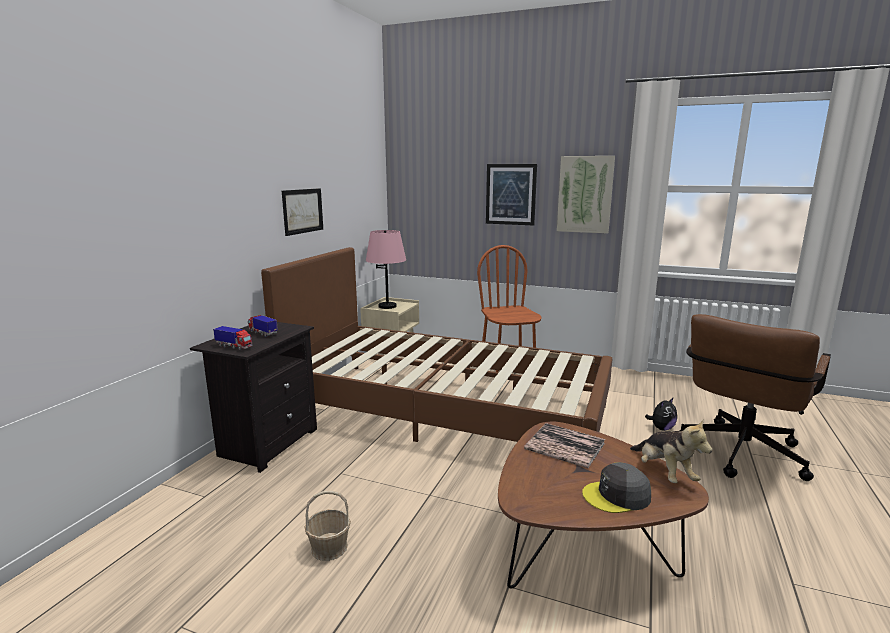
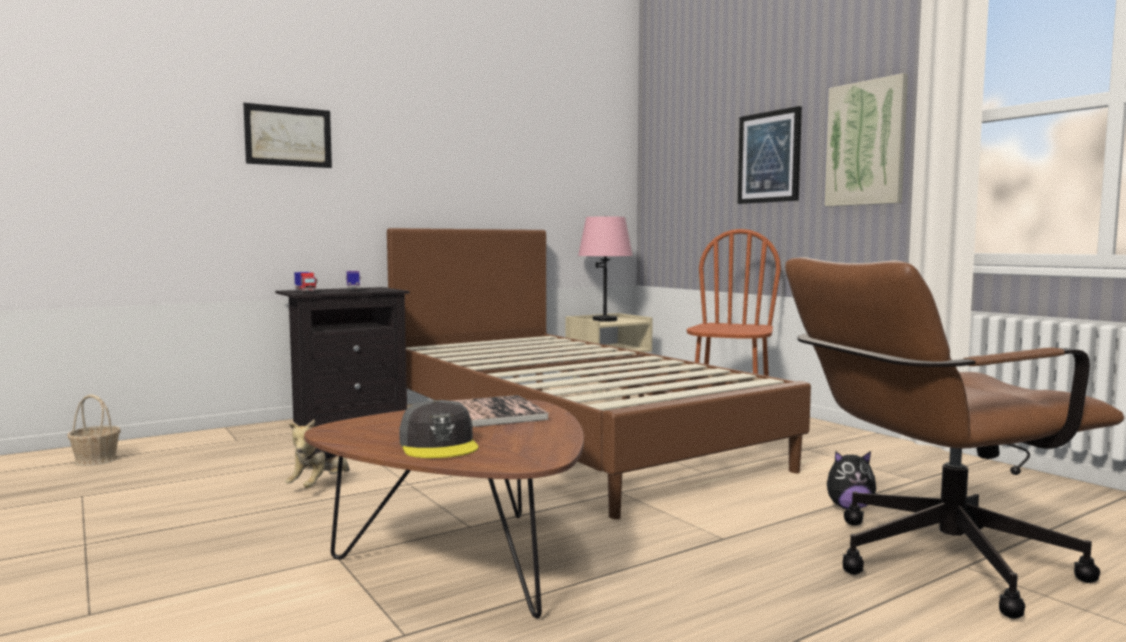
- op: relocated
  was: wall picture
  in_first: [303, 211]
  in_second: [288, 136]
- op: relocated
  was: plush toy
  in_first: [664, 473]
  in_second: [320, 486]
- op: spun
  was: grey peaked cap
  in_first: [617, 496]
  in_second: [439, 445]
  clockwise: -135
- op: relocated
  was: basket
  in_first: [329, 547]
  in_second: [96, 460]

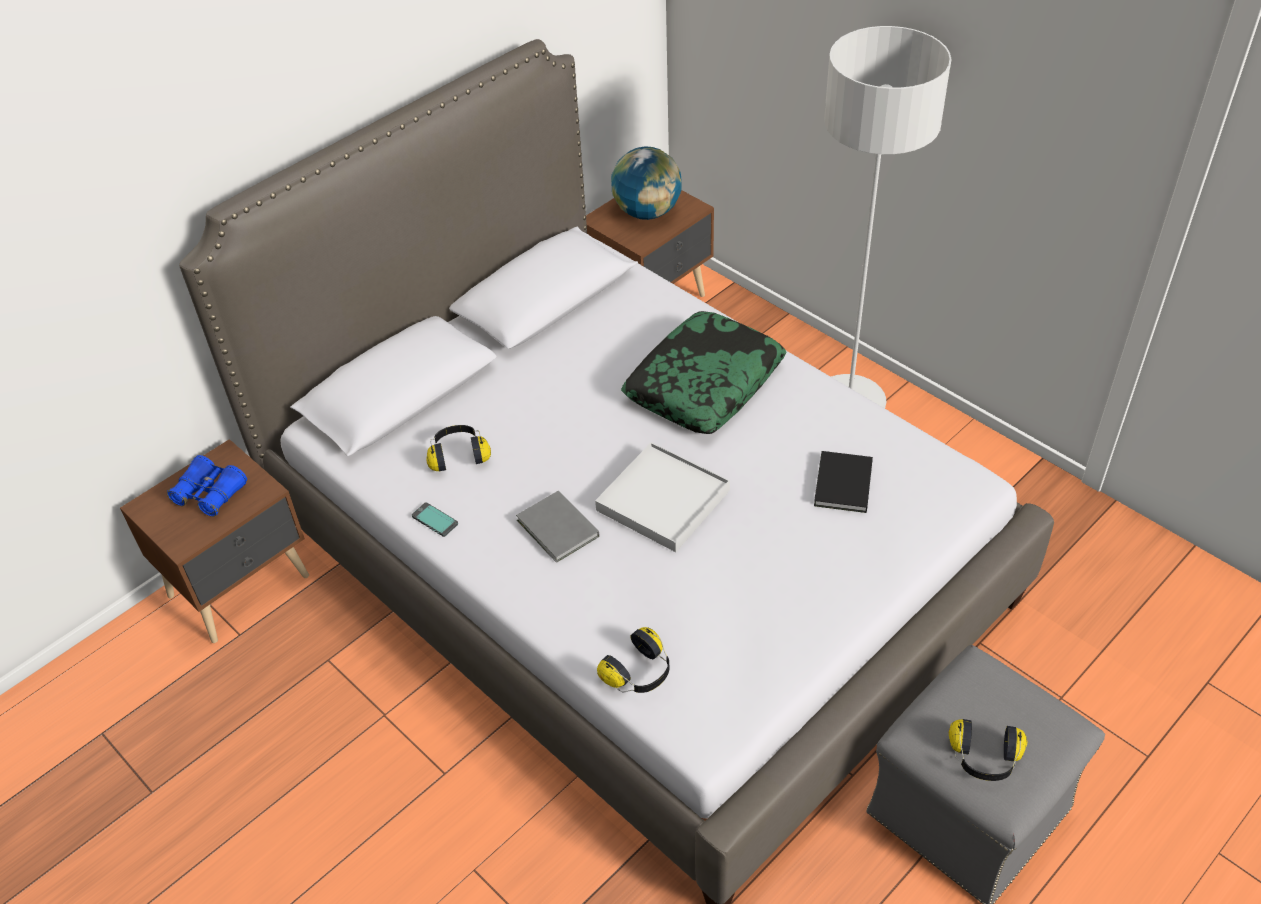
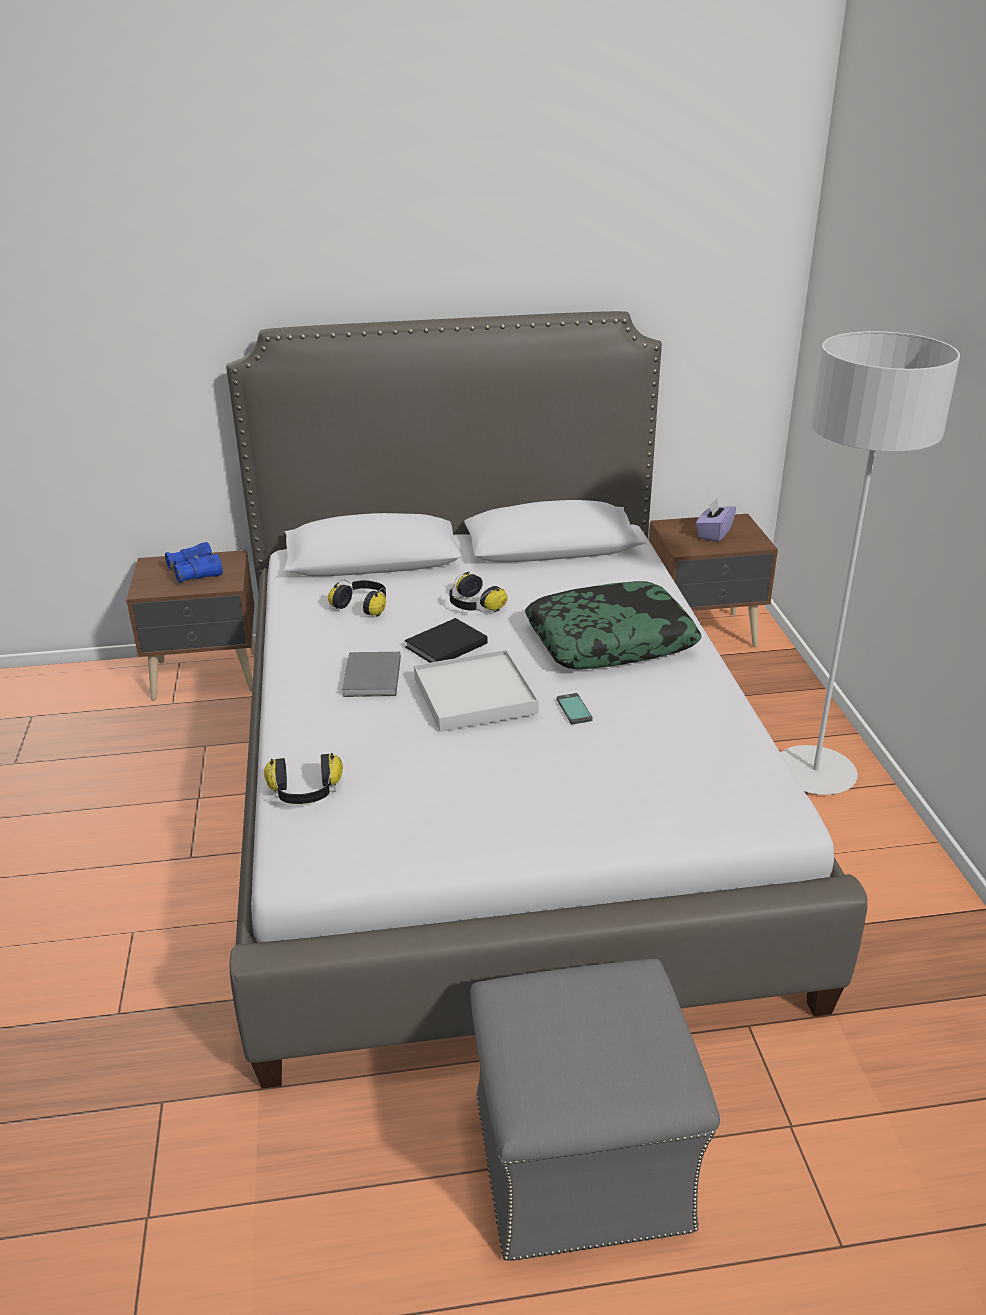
- op: exchanged
  was: desk globe
  now: purplish box of tissues
  in_first: [647, 212]
  in_second: [714, 533]
- op: relocated
  was: blackish book
  in_first: [841, 485]
  in_second: [444, 645]
- op: relocated
  was: telephone
  in_first: [434, 520]
  in_second: [573, 709]
- op: relocated
  was: pair of headphones
  in_first: [984, 759]
  in_second: [474, 606]

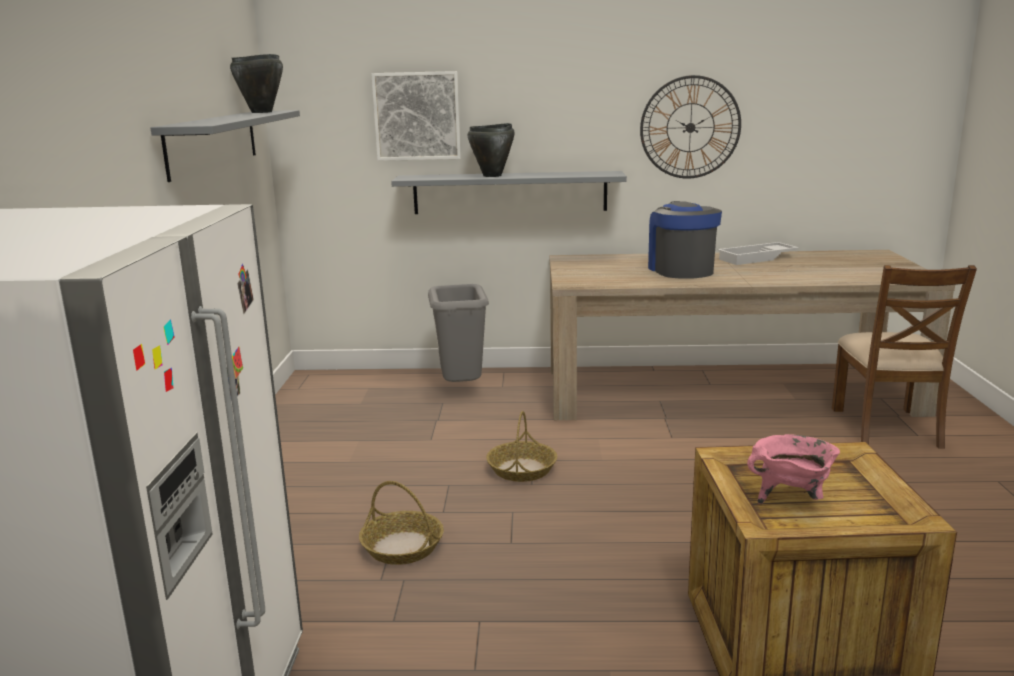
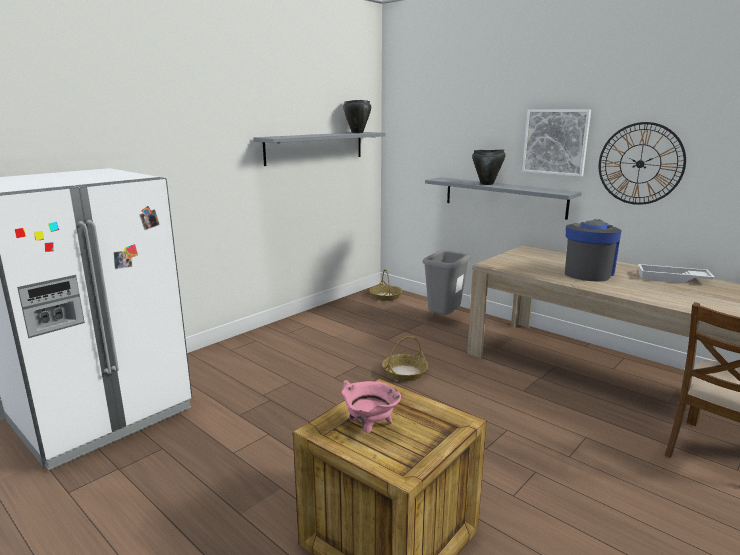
- op: relocated
  was: wall picture
  in_first: [417, 116]
  in_second: [555, 142]
- op: relocated
  was: basket
  in_first: [402, 547]
  in_second: [385, 296]

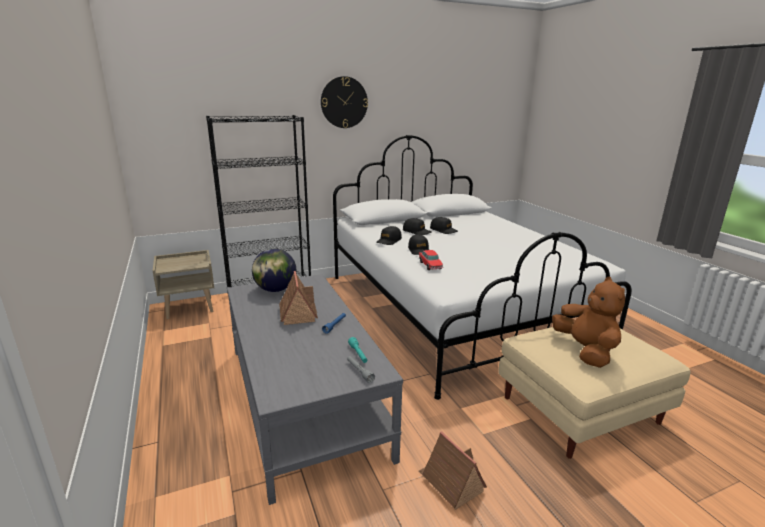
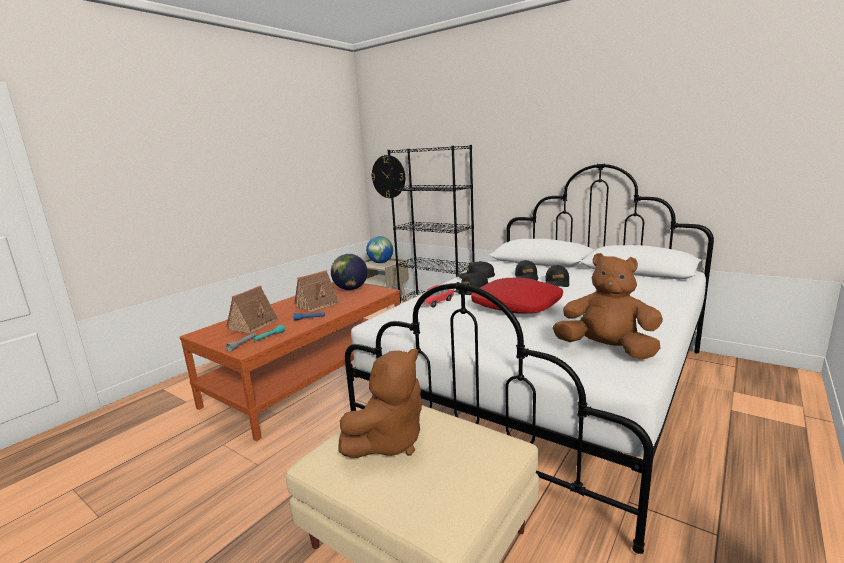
- op: relocated
  was: wall clock
  in_first: [344, 102]
  in_second: [388, 176]
- op: colour
  was: grey lounge table
  now: brown lounge table
  in_first: [304, 399]
  in_second: [310, 377]
- op: relocated
  was: model house
  in_first: [451, 482]
  in_second: [254, 324]
- op: appeared
  now: desk globe
  in_second: [381, 262]
- op: appeared
  now: brown plush toy
  in_second: [606, 350]
- op: appeared
  now: red cushion
  in_second: [517, 306]

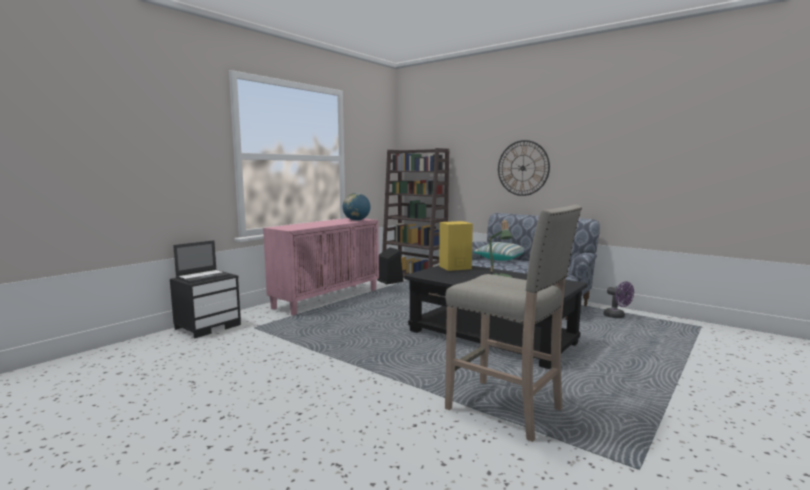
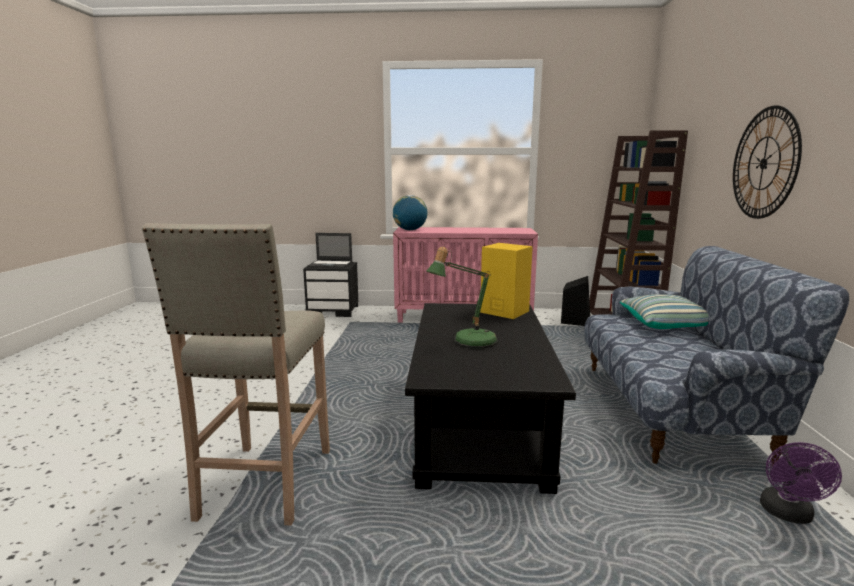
- op: relocated
  was: desk globe
  in_first: [356, 220]
  in_second: [410, 230]

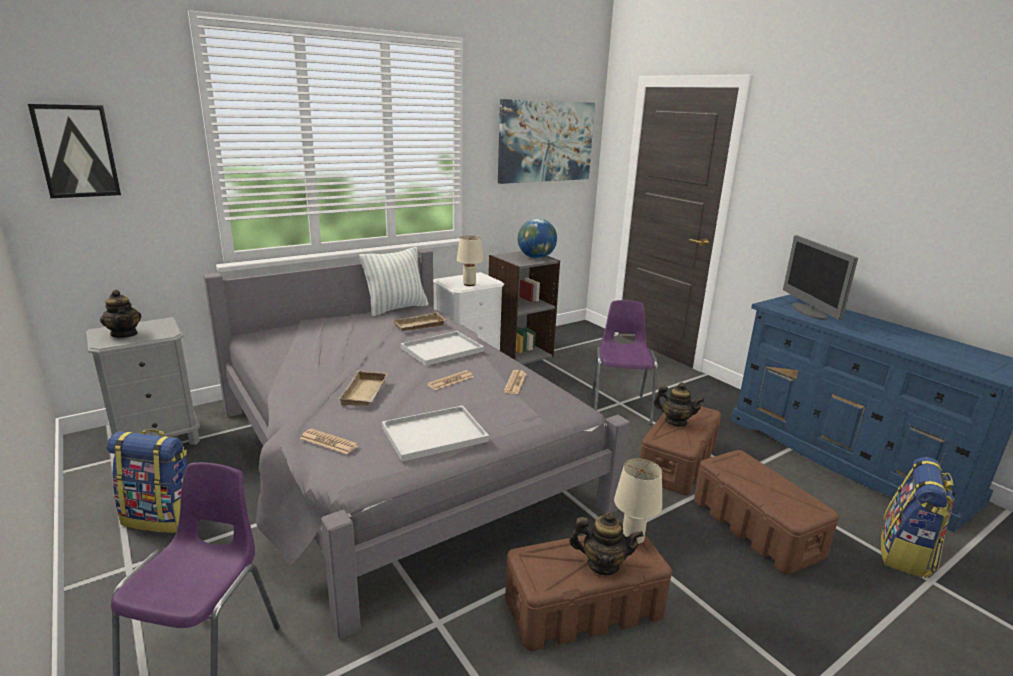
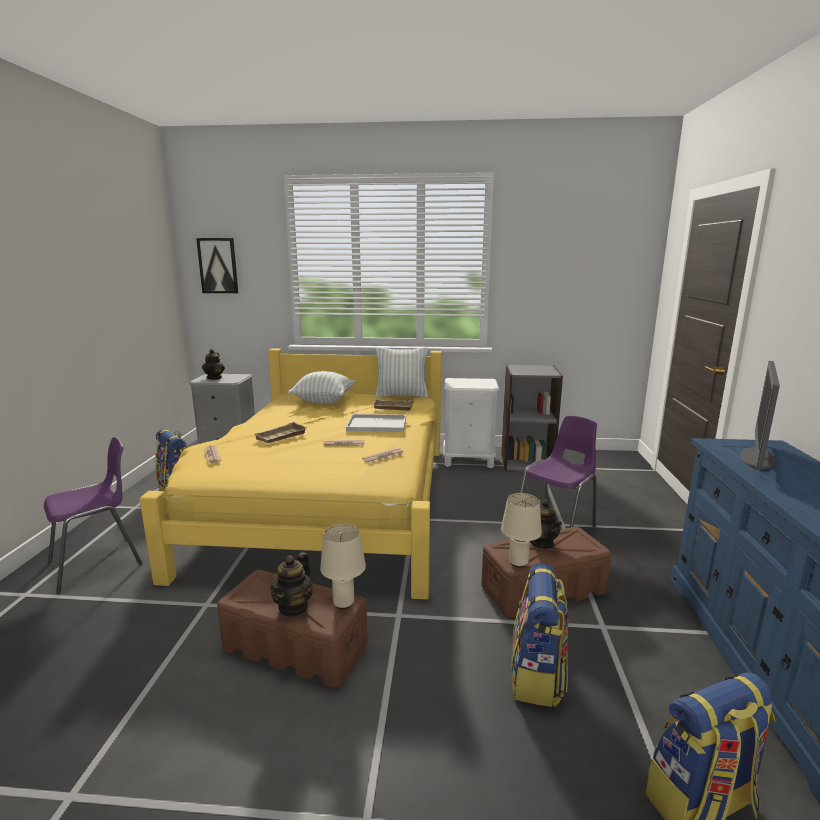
- op: missing
  was: wall picture
  in_first: [546, 141]
- op: missing
  was: desk globe
  in_first: [536, 257]
- op: relocated
  was: beige lamp for a table
  in_first: [469, 284]
  in_second: [519, 563]
- op: colour
  was: grey bed
  now: yellow bed
  in_first: [398, 457]
  in_second: [330, 503]
- op: missing
  was: white-coloured serving tray
  in_first: [433, 435]
- op: exchanged
  was: brown storage box
  now: rucksack
  in_first: [756, 528]
  in_second: [537, 677]
- op: spun
  was: tea pot
  in_first: [603, 564]
  in_second: [294, 607]
  clockwise: 60
- op: appeared
  now: cushion
  in_second: [323, 401]

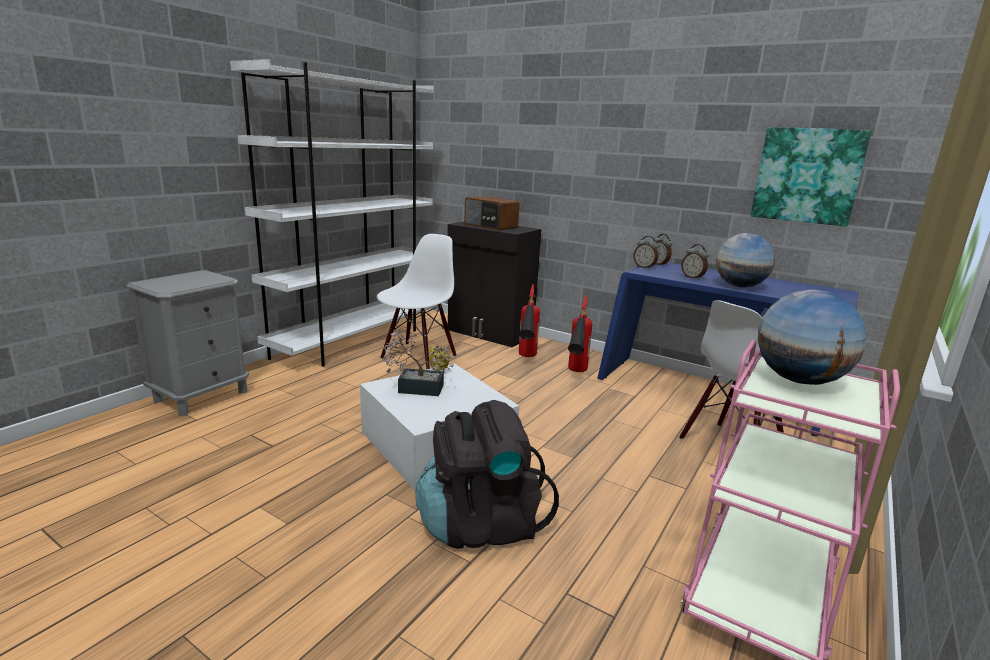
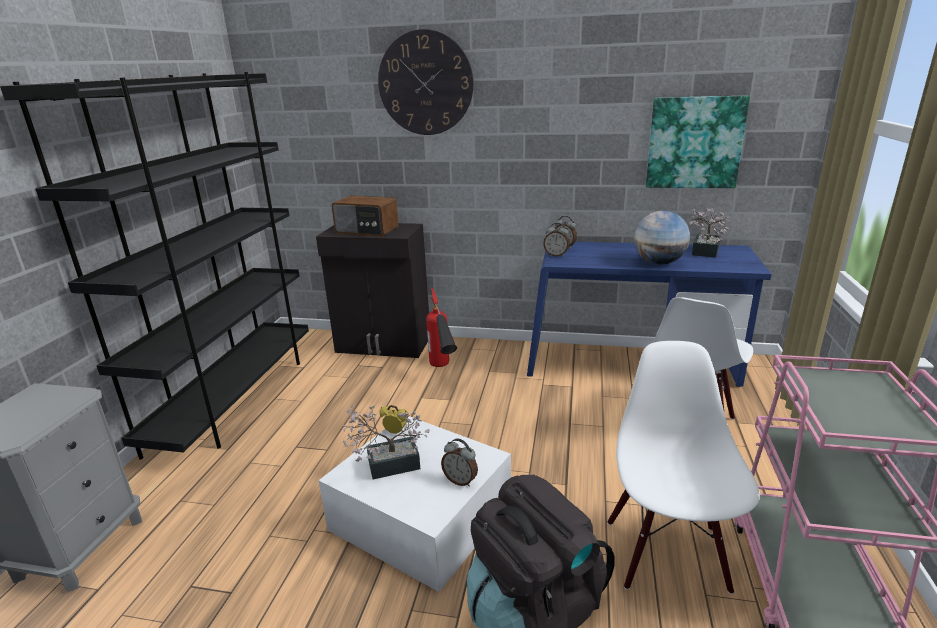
- op: colour
  was: white-coloured bookcase
  now: blackish bookcase
  in_first: [355, 341]
  in_second: [236, 398]
- op: relocated
  was: white-coloured chair
  in_first: [418, 356]
  in_second: [668, 555]
- op: relocated
  was: alarm clock
  in_first: [692, 278]
  in_second: [460, 480]
- op: missing
  was: desk globe
  in_first: [799, 380]
- op: missing
  was: extinguisher
  in_first: [575, 375]
- op: appeared
  now: wall clock
  in_second: [425, 83]
- op: appeared
  now: potted plant
  in_second: [704, 252]

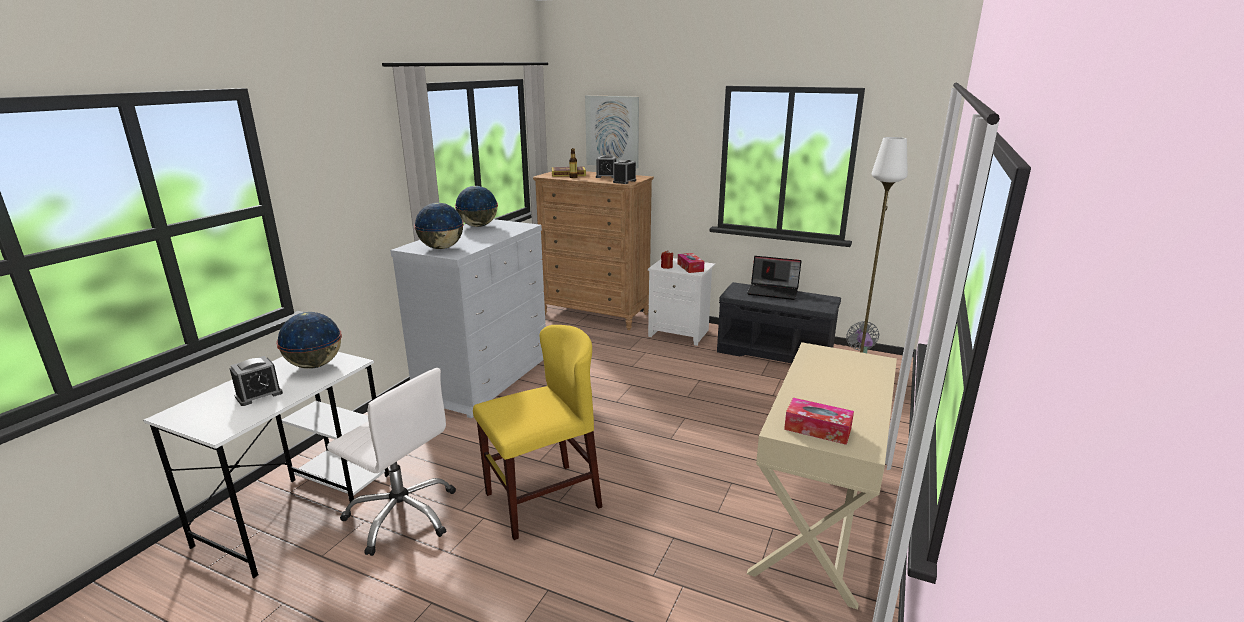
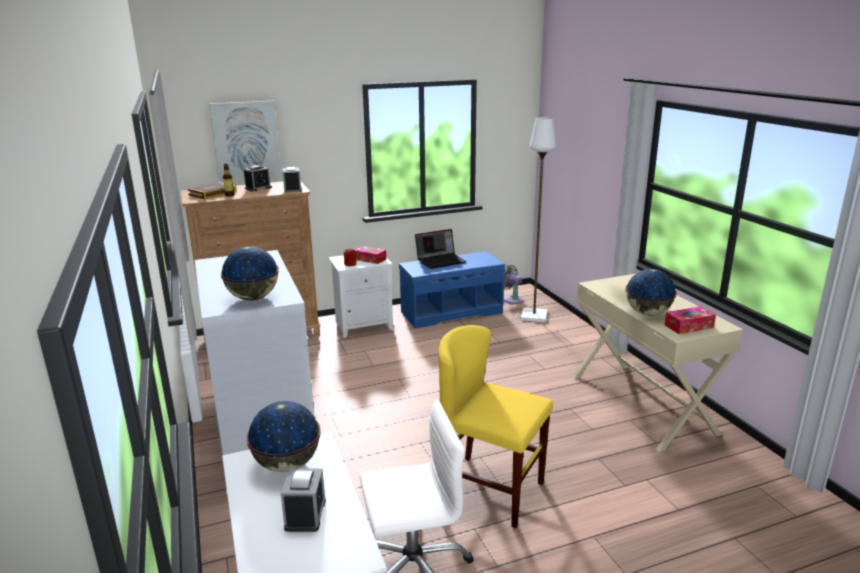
- op: relocated
  was: desk globe
  in_first: [478, 226]
  in_second: [647, 313]
- op: colour
  was: grey bench
  now: bluish bench
  in_first: [775, 352]
  in_second: [452, 312]
- op: spun
  was: yellow chair
  in_first: [542, 500]
  in_second: [489, 490]
  clockwise: -75

